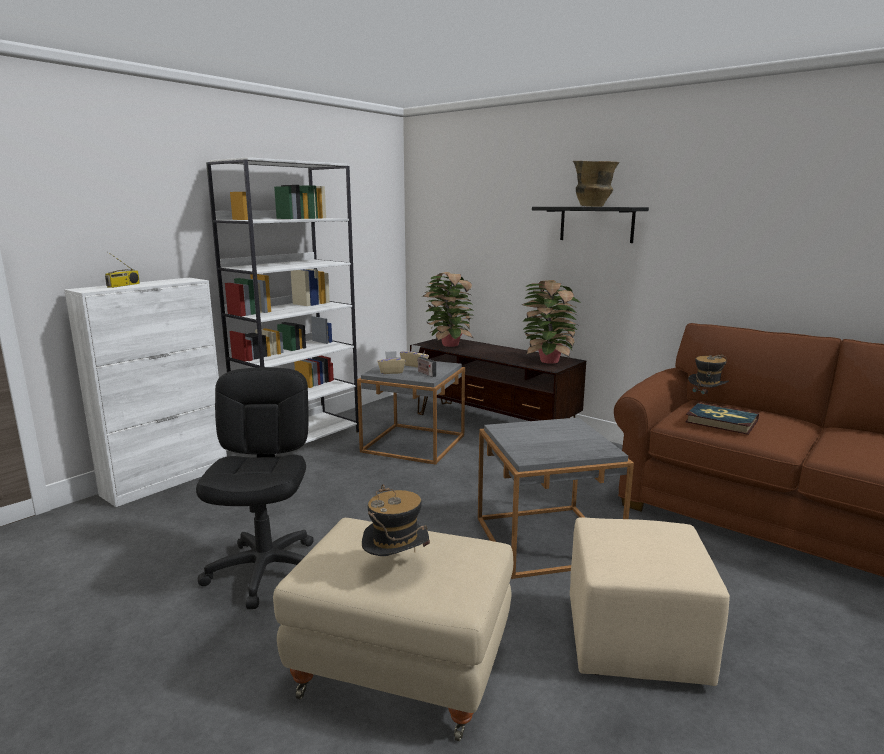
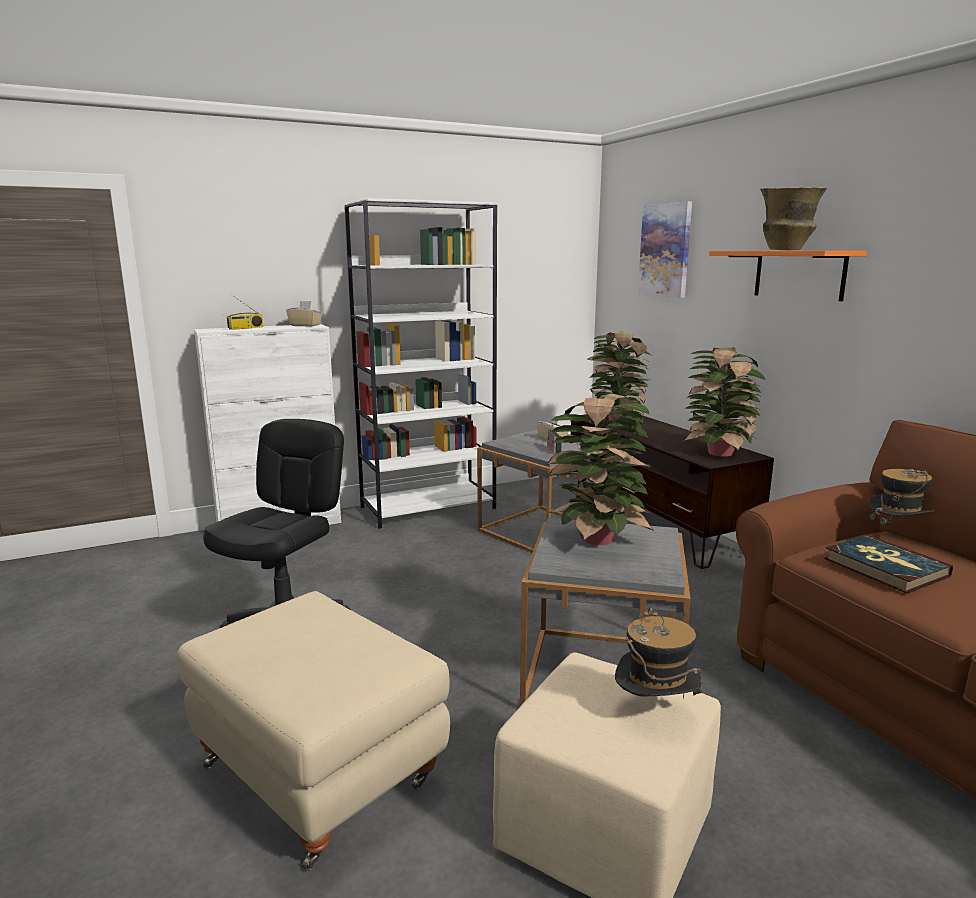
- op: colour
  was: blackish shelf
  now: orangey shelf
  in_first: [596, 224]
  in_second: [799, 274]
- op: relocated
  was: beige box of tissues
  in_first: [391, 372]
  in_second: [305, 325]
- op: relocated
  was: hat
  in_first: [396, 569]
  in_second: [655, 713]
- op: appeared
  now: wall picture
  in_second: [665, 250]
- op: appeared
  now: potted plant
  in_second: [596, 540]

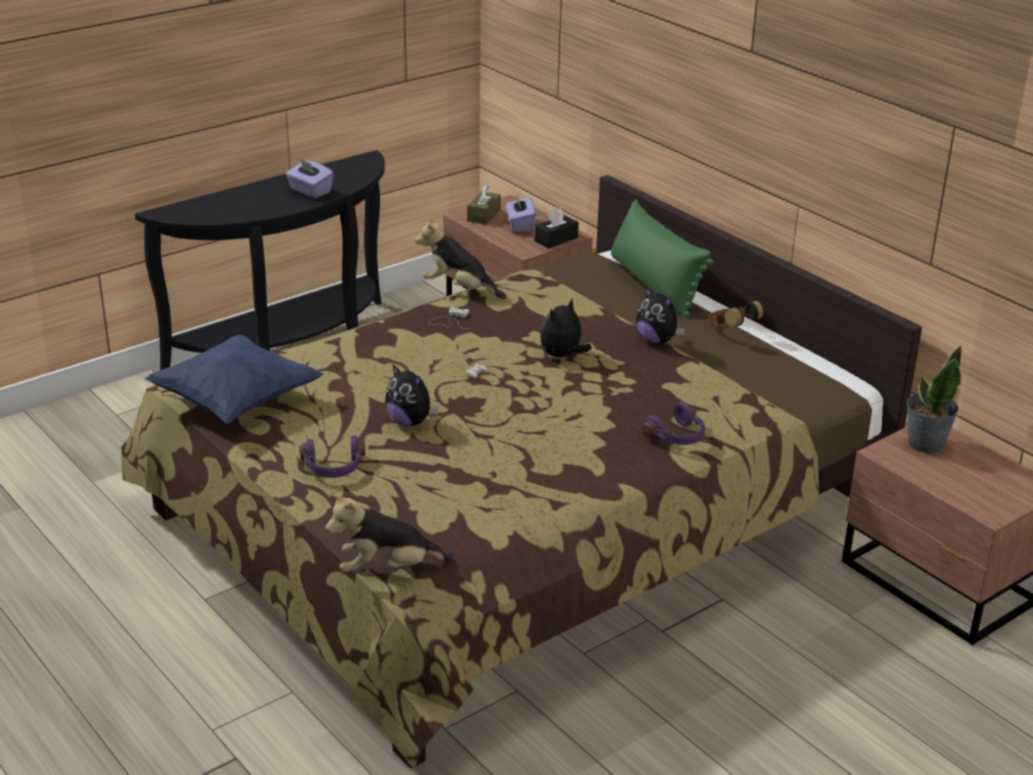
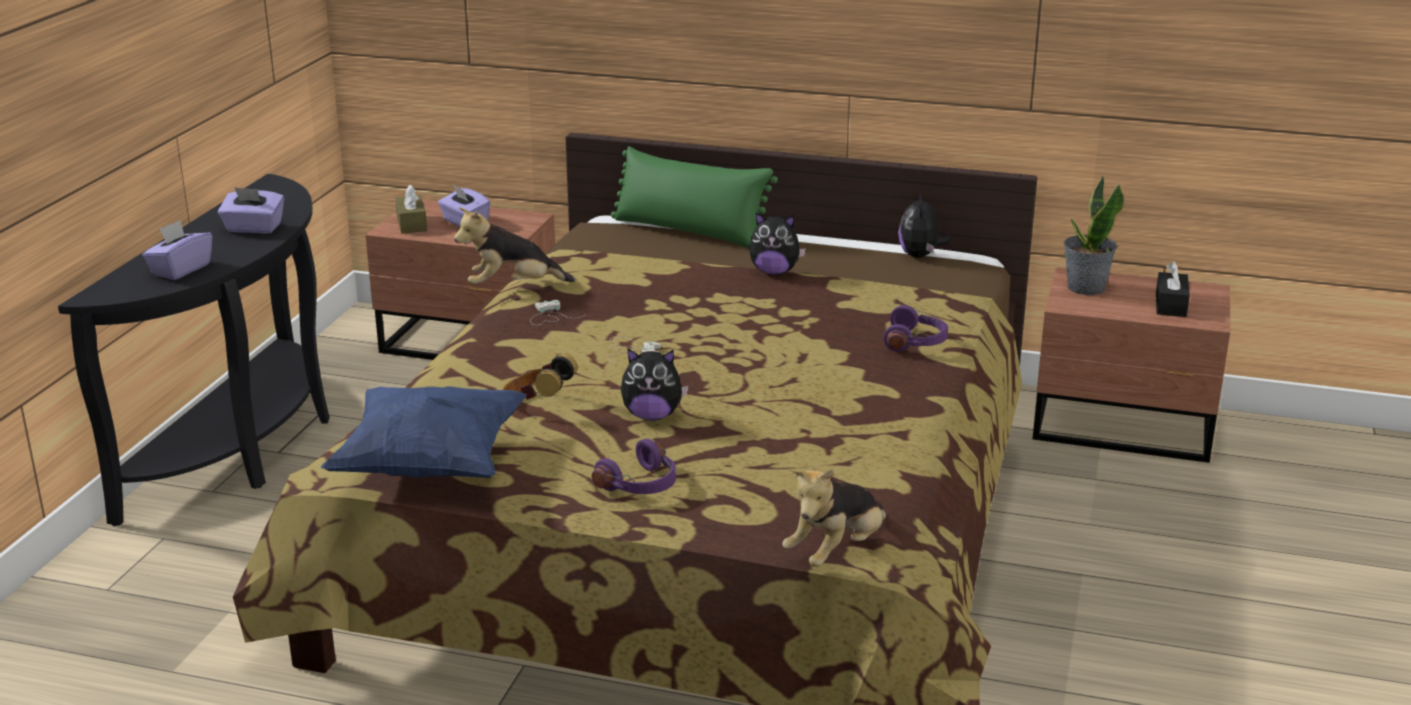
- op: relocated
  was: blackish box of tissues
  in_first: [556, 239]
  in_second: [1170, 305]
- op: relocated
  was: plush toy
  in_first: [562, 355]
  in_second: [920, 256]
- op: relocated
  was: pair of headphones
  in_first: [731, 331]
  in_second: [537, 404]
- op: appeared
  now: purplish box of tissues
  in_second: [180, 270]

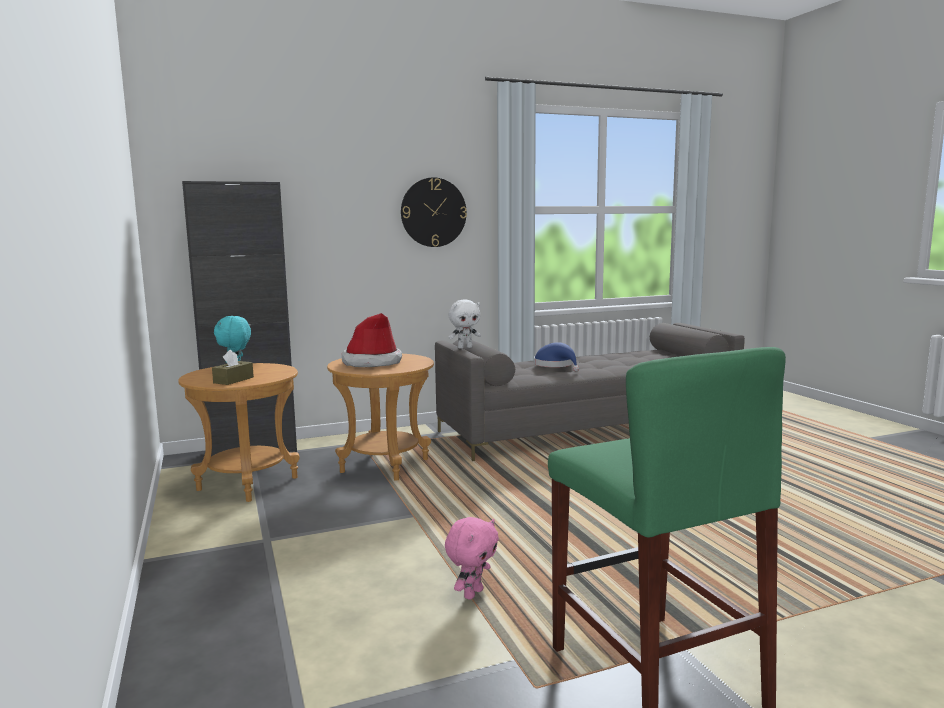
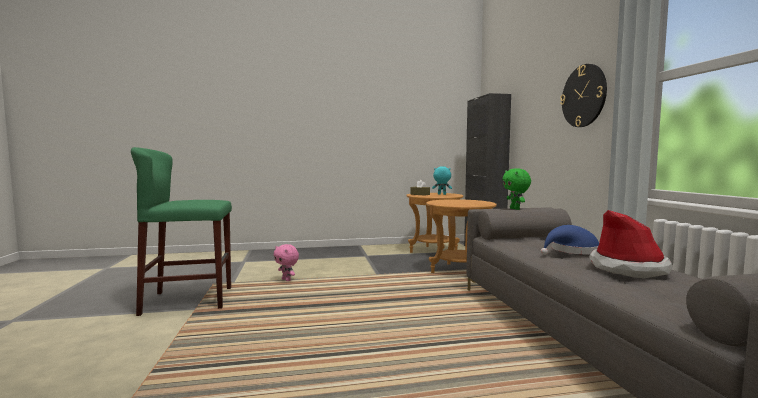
- op: colour
  was: white-coloured plush toy
  now: greenish plush toy
  in_first: [465, 347]
  in_second: [515, 209]
- op: relocated
  was: hat
  in_first: [372, 362]
  in_second: [628, 269]

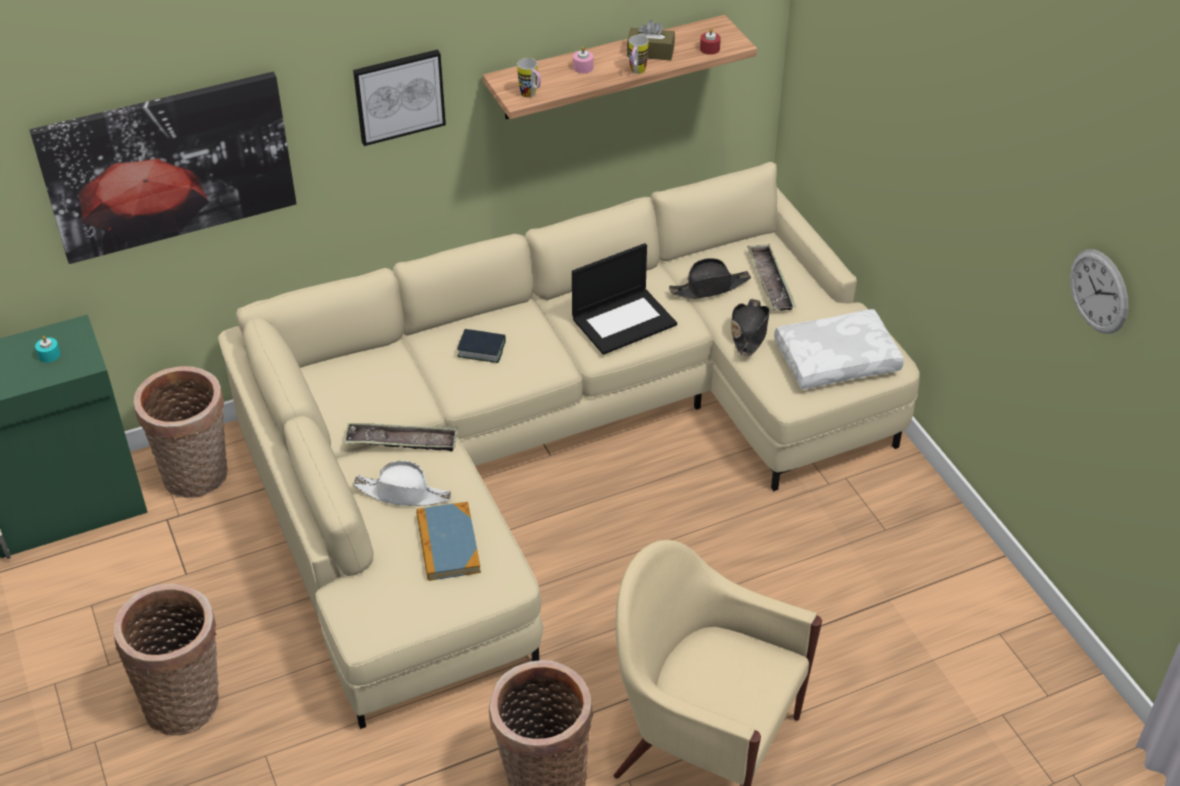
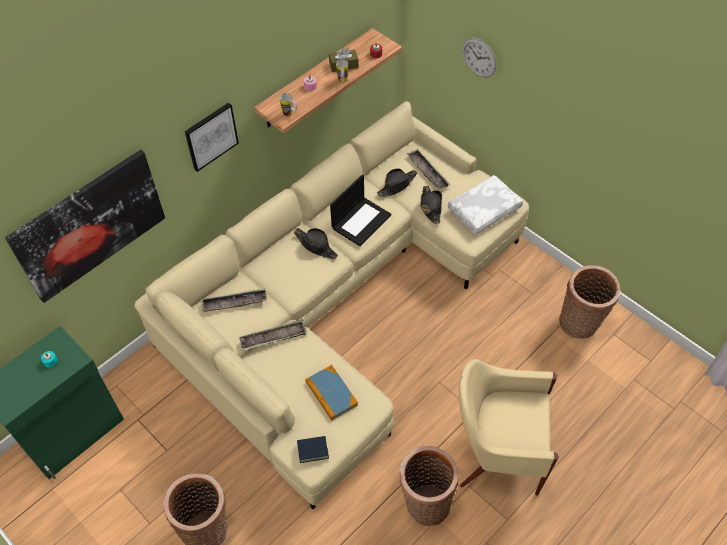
- op: relocated
  was: wall clock
  in_first: [1099, 291]
  in_second: [479, 57]
- op: relocated
  was: book
  in_first: [481, 349]
  in_second: [312, 450]
- op: relocated
  was: basket
  in_first: [197, 477]
  in_second: [580, 324]
- op: missing
  was: white-coloured hat
  in_first: [403, 493]
- op: appeared
  now: blackish hat
  in_second: [316, 246]
- op: appeared
  now: serving tray
  in_second: [234, 302]

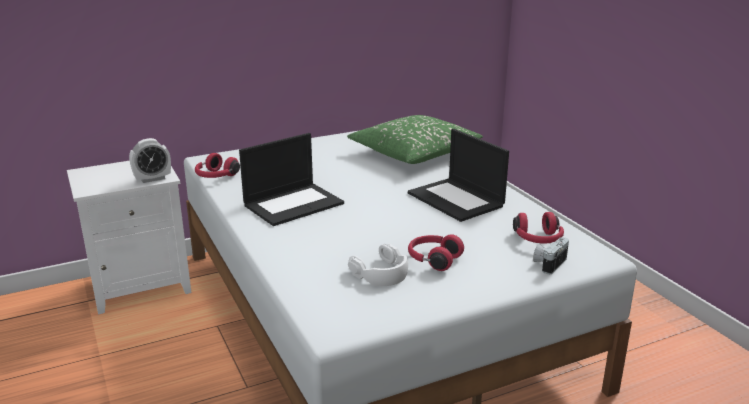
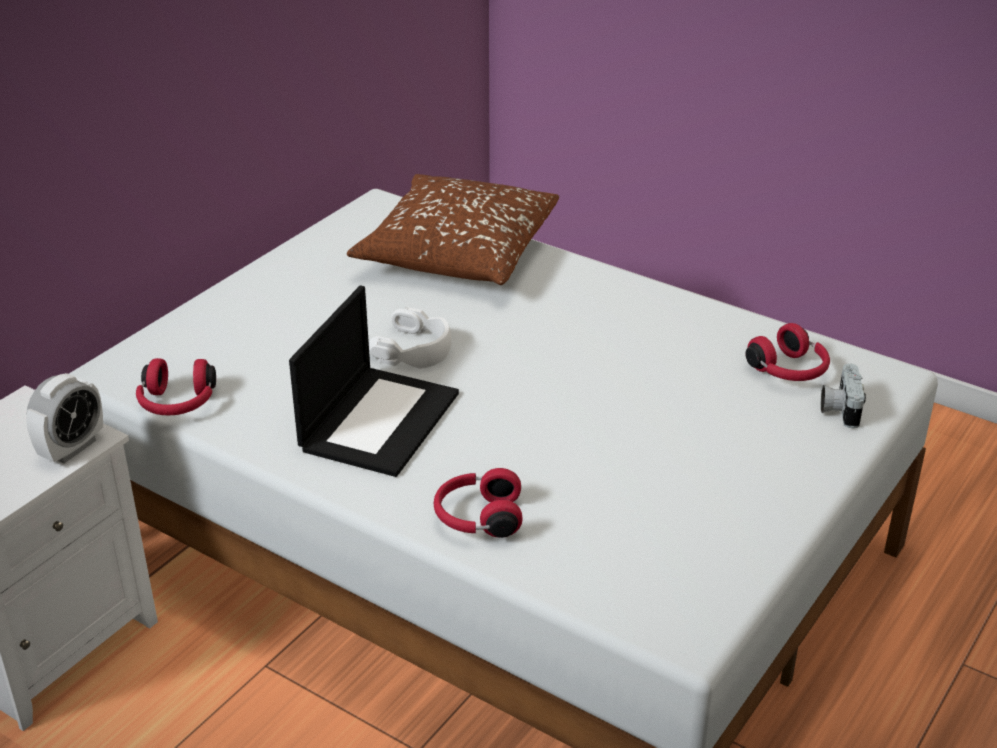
- op: colour
  was: greenish cushion
  now: brown cushion
  in_first: [414, 152]
  in_second: [458, 251]
- op: missing
  was: laptop
  in_first: [457, 200]
- op: relocated
  was: red pair of headphones
  in_first: [433, 260]
  in_second: [477, 518]
- op: relocated
  was: white-coloured pair of headphones
  in_first: [381, 273]
  in_second: [414, 349]

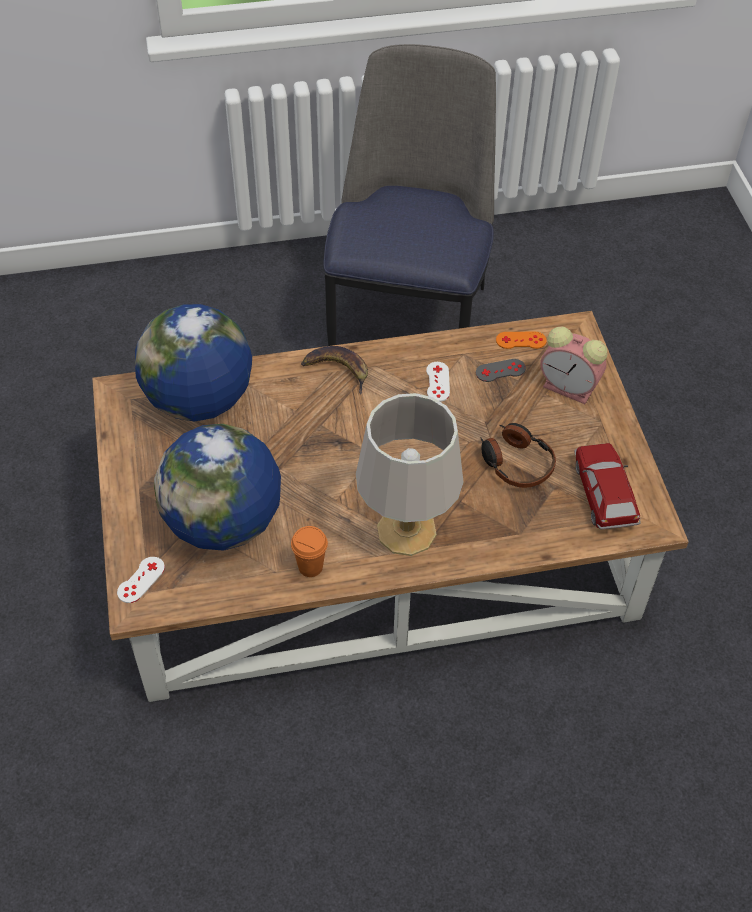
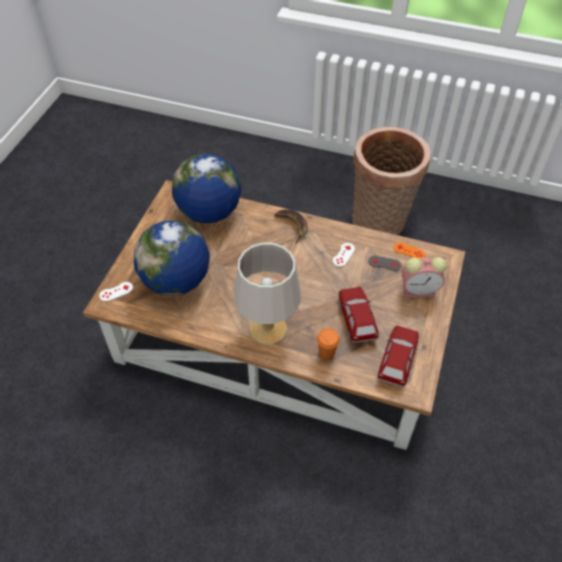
- op: exchanged
  was: chair
  now: basket
  in_first: [409, 322]
  in_second: [380, 223]
- op: spun
  was: alarm clock
  in_first: [570, 388]
  in_second: [420, 290]
  clockwise: -60
- op: exchanged
  was: pair of headphones
  now: model car
  in_first: [515, 462]
  in_second: [357, 319]
- op: relocated
  was: orangey small cup
  in_first: [310, 567]
  in_second: [326, 353]

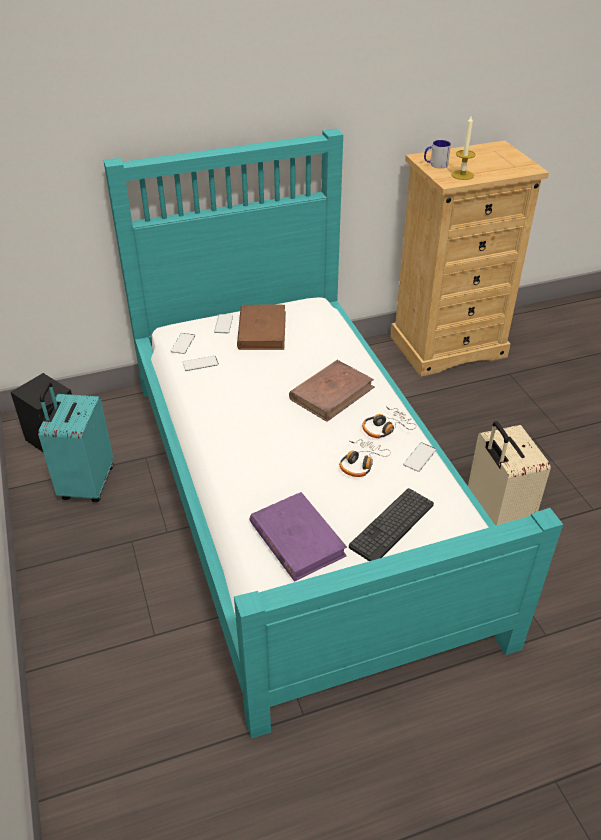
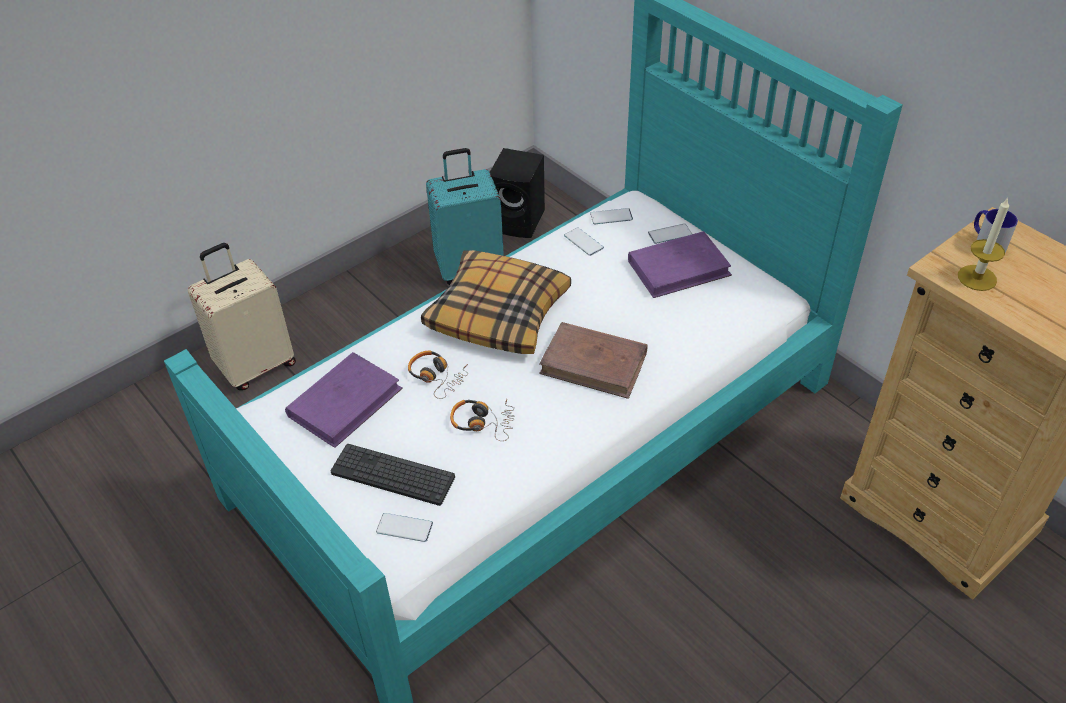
- op: colour
  was: brown book
  now: purplish book
  in_first: [262, 330]
  in_second: [679, 268]
- op: relocated
  was: pair of headphones
  in_first: [386, 428]
  in_second: [437, 377]
- op: relocated
  was: beige suitcase
  in_first: [494, 520]
  in_second: [255, 365]
- op: relocated
  was: telephone
  in_first: [419, 457]
  in_second: [404, 527]
- op: appeared
  now: cushion
  in_second: [498, 313]

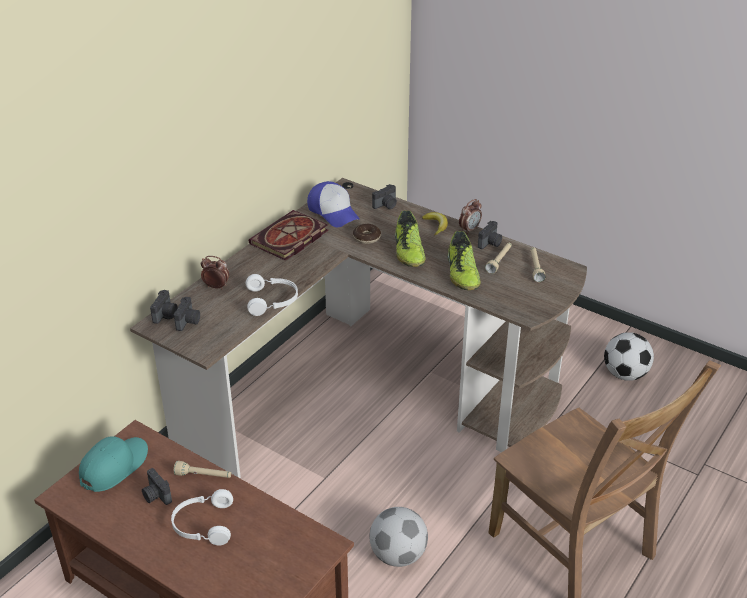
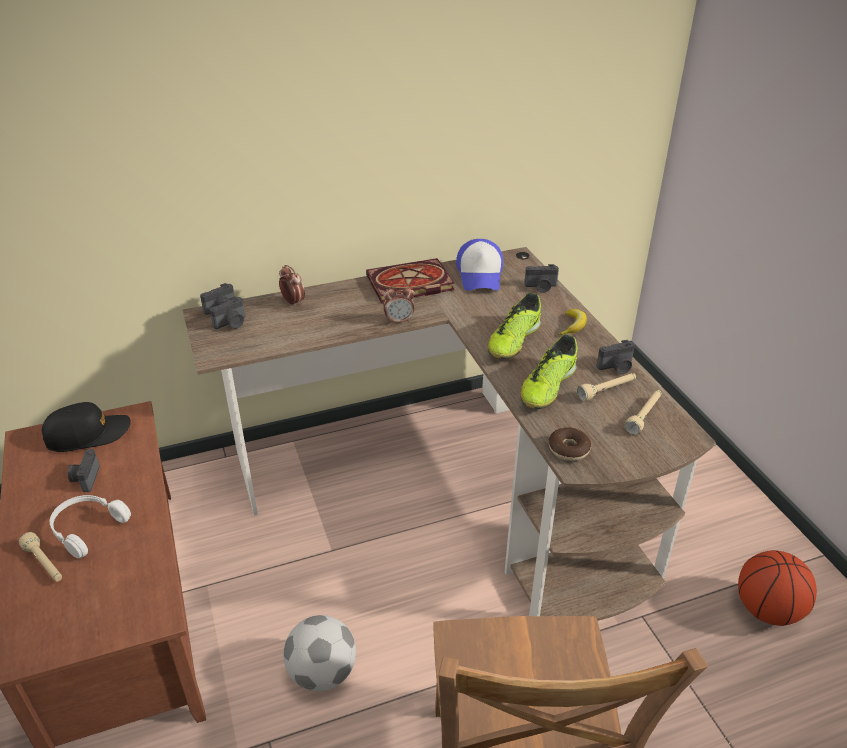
- op: relocated
  was: alarm clock
  in_first: [469, 230]
  in_second: [399, 321]
- op: relocated
  was: ring doughnut
  in_first: [367, 238]
  in_second: [568, 449]
- op: missing
  was: white-coloured pair of headphones
  in_first: [272, 300]
- op: exchanged
  was: ball for football
  now: ball for basketball
  in_first: [625, 374]
  in_second: [767, 609]
- op: colour
  was: turquoise peaked cap
  now: blackish peaked cap
  in_first: [114, 466]
  in_second: [88, 434]
- op: relocated
  was: beige hand torch
  in_first: [203, 476]
  in_second: [45, 564]

